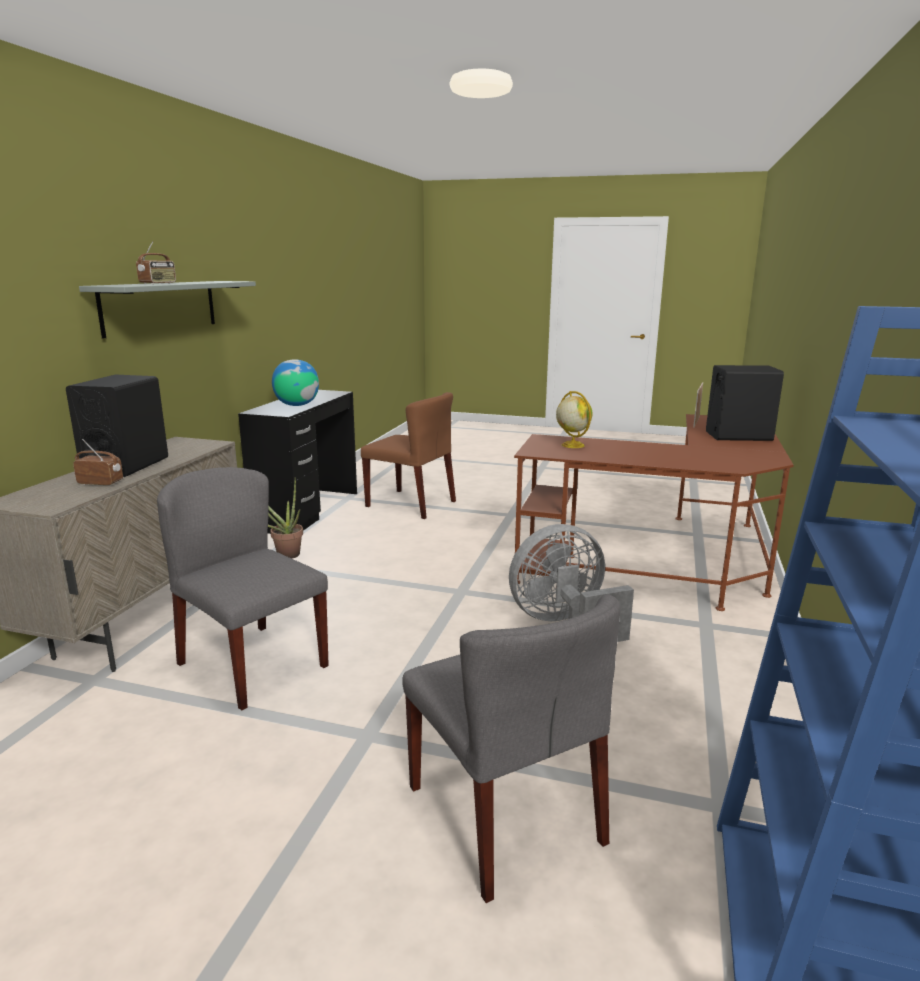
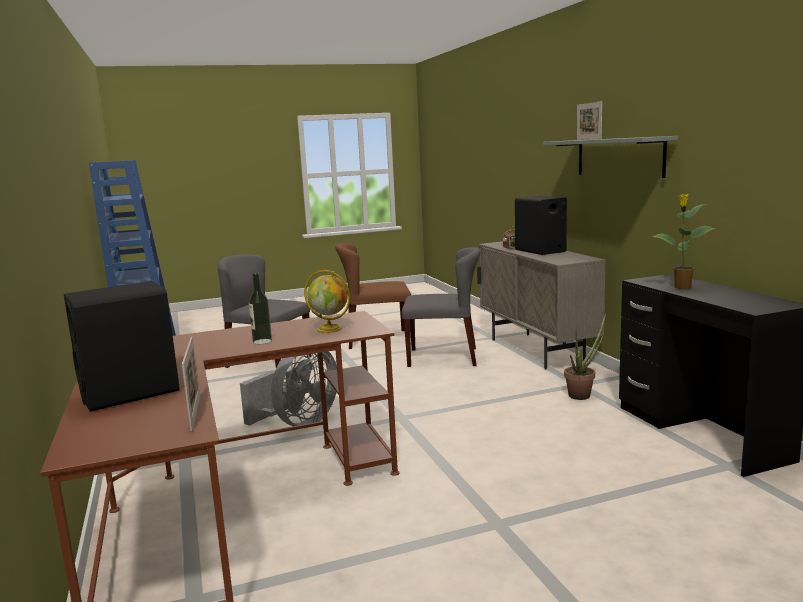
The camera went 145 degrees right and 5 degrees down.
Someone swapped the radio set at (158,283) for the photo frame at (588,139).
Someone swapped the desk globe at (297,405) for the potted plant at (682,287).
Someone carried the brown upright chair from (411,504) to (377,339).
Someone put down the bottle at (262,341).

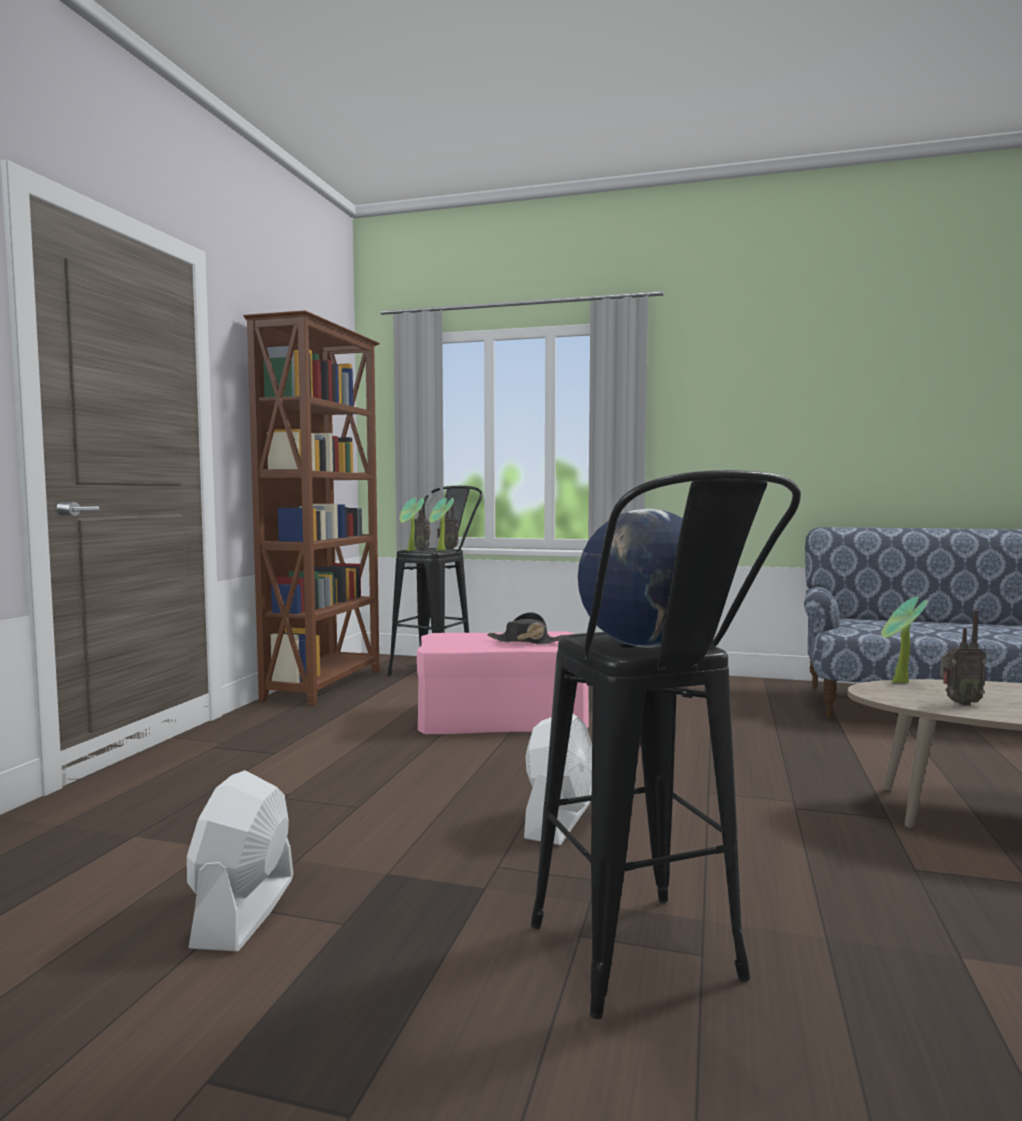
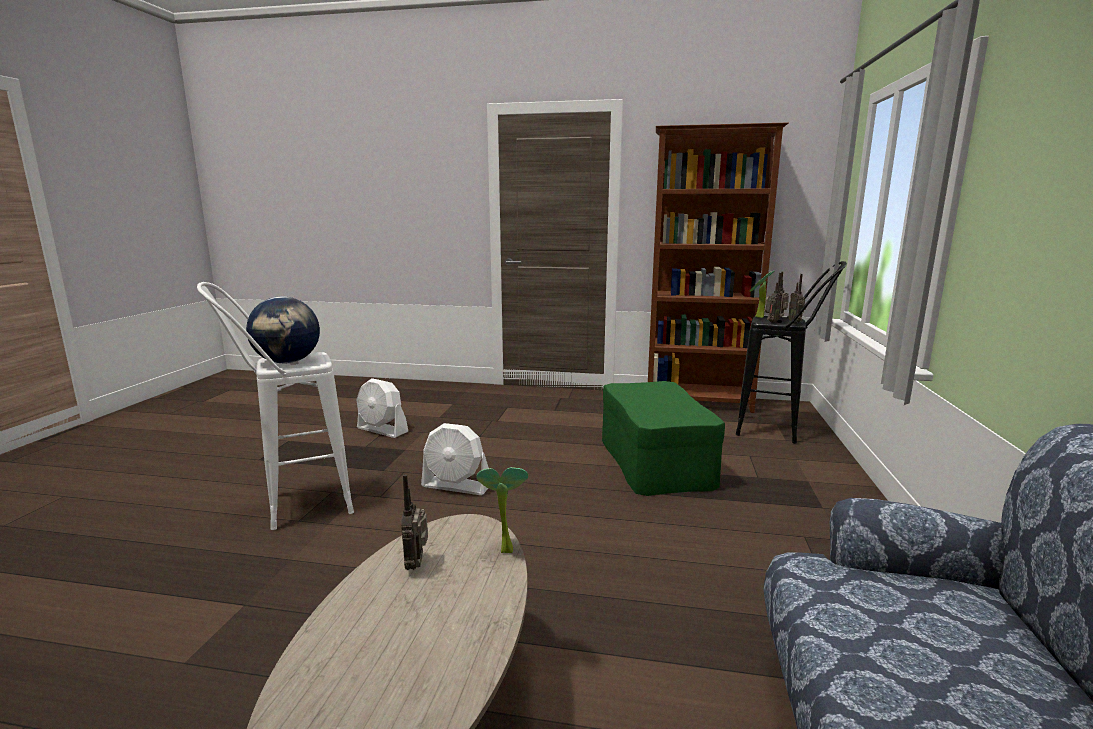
The camera went 85 degrees right and 10 degrees up.
Someone rotated the white fan at (245,911) by 150 degrees counterclockwise.
Someone repainted the pink footrest at (502,717), which became the green-coloured footrest at (655,462).
Someone swapped the potted plant at (440,551) for the radio set at (770,322).
Someone took away the blackish clothing hat at (526,642).
Someone repainted the blackish sitting stool at (651,972), which became the white sitting stool at (293,507).

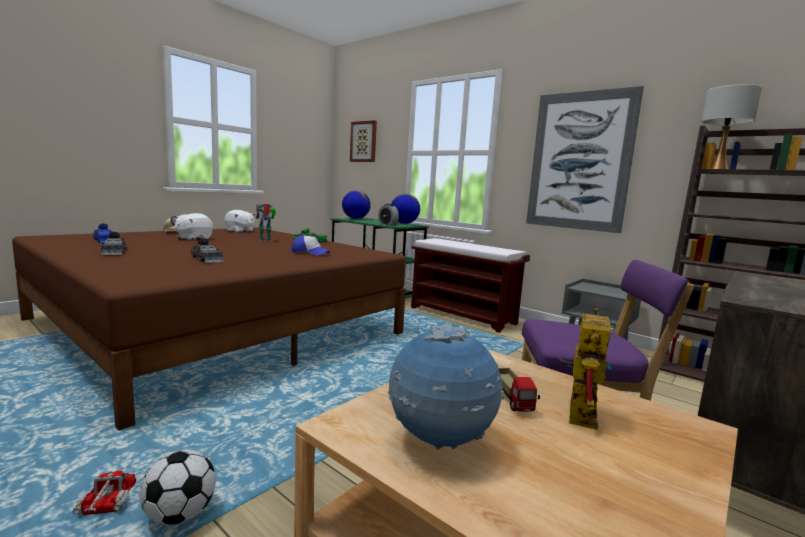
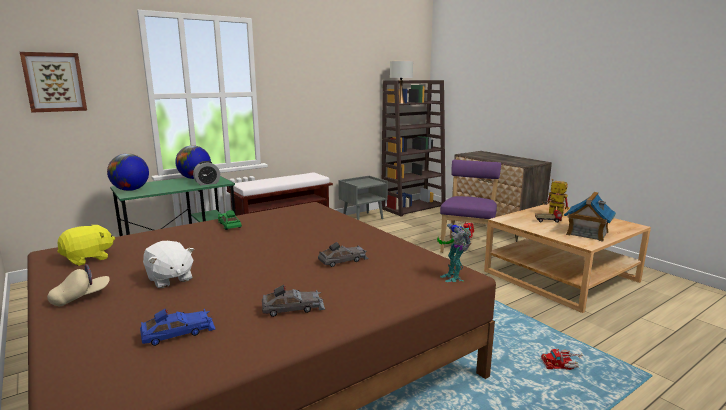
The camera went 75 degrees left and 5 degrees up.
Someone took away the football at (180,515).
Someone repainted the white cuddly toy at (239,231), which became the yellow cuddly toy at (88,259).
Someone carried the robot figure from (266,240) to (453,277).
Someone took away the peaked cap at (310,253).
Someone swapped the desk globe at (440,442) for the toy house at (587,233).
Someone took away the picture at (579,161).

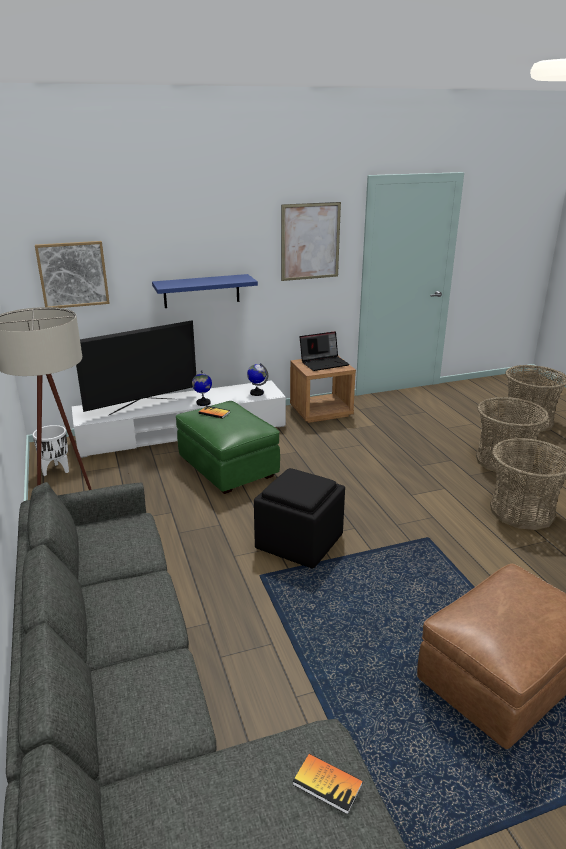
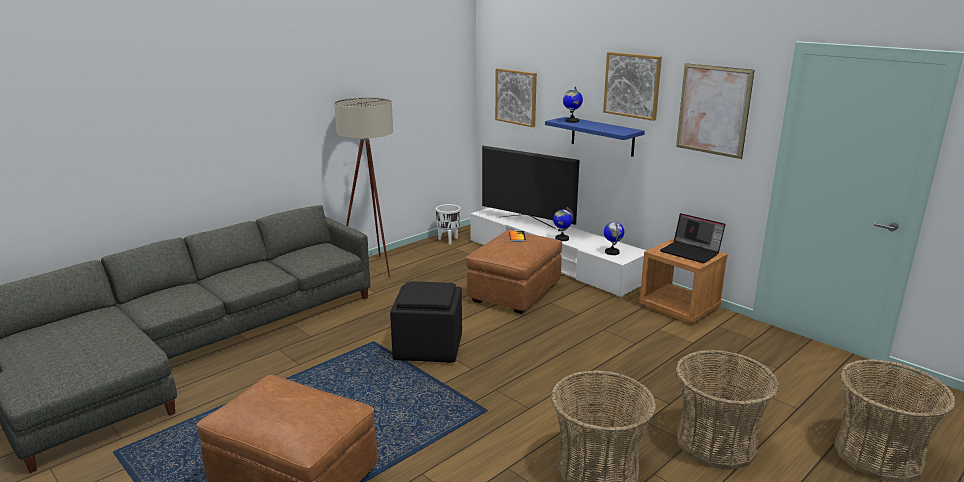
The camera went 65 degrees right and 5 degrees down.
Someone repainted the green-coloured footrest at (228,468), which became the brown footrest at (514,293).
Someone took away the volume at (327,784).
Someone put down the desk globe at (571,121).
Someone put up the picture at (632,85).

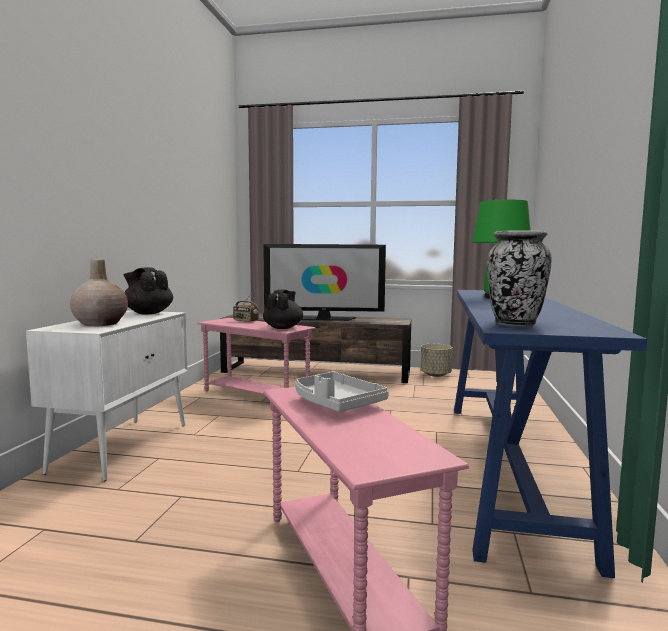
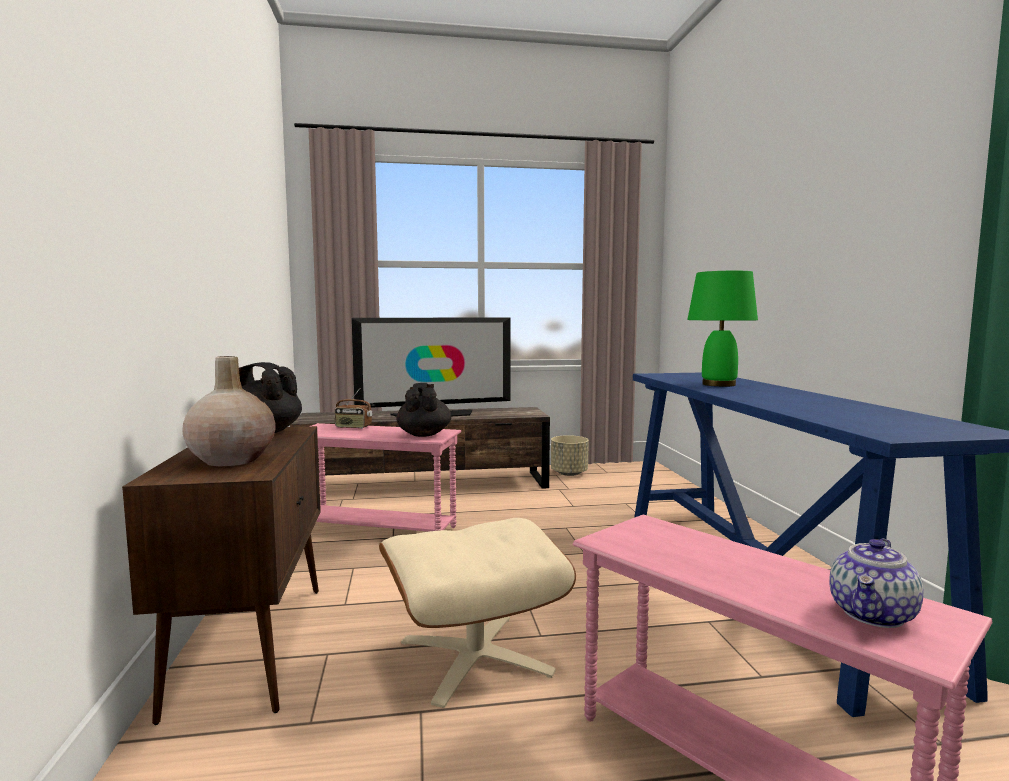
The camera went 20 degrees left and 0 degrees up.
Someone repainted the white cabinet at (123,446), which became the brown cabinet at (251,644).
Someone took away the gray carrying tray at (336,404).
Someone took away the decorative vase at (515,324).
Someone put down the beige-coloured footrest at (475,656).
Someone put down the tea pot at (873,615).

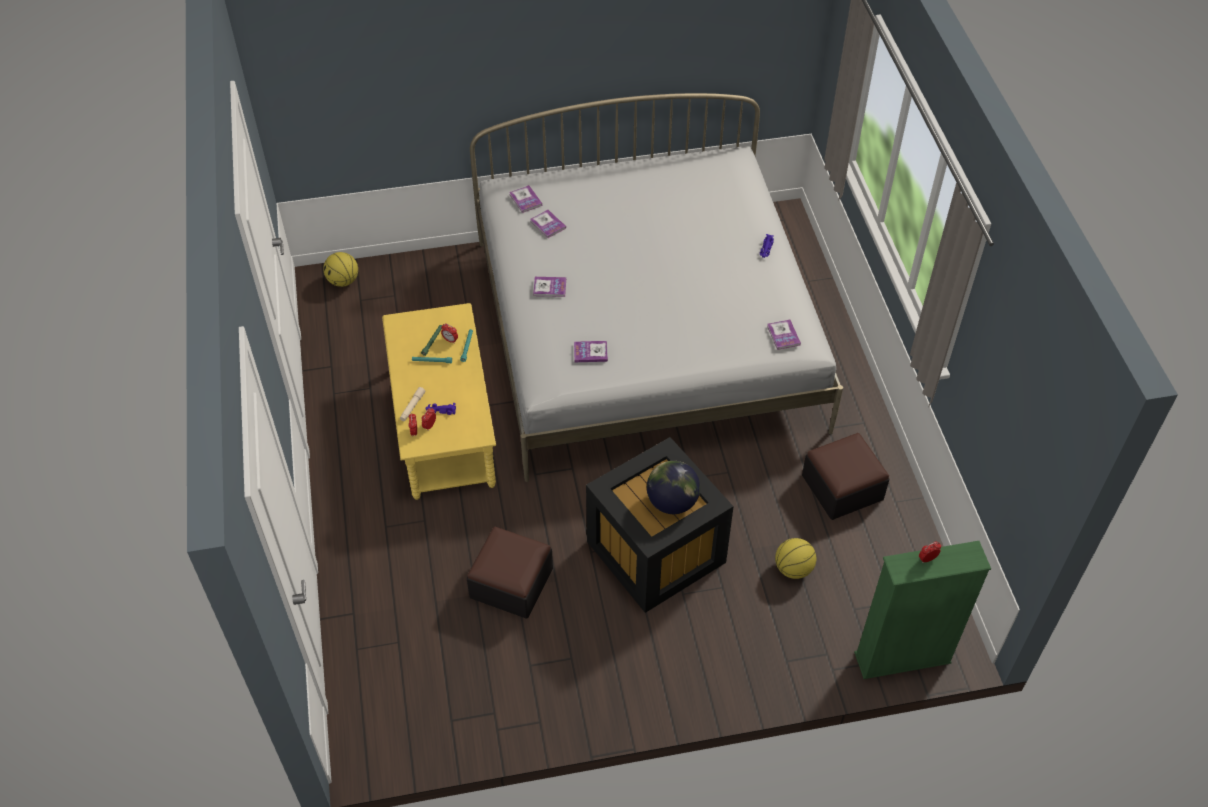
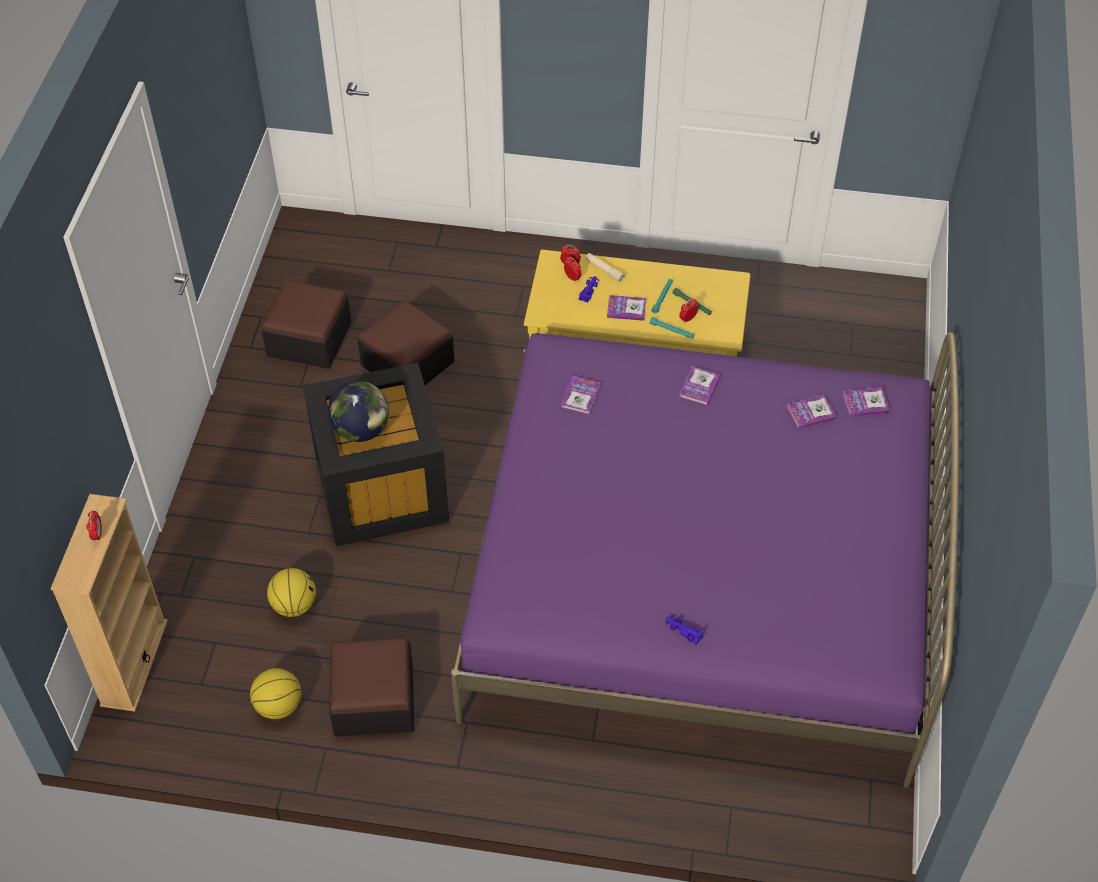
The camera went 110 degrees right and 0 degrees up.
Someone carried the basketball ball from (343,281) to (278,706).
Someone repainted the white bed at (646,333), which became the purplish bed at (701,580).
Someone carried the volume from (783,335) to (626,309).
Someone repainted the green-coloured shelving unit at (902,658), which became the beige-coloured shelving unit at (134,663).
Someone put down the footrest at (309,339).

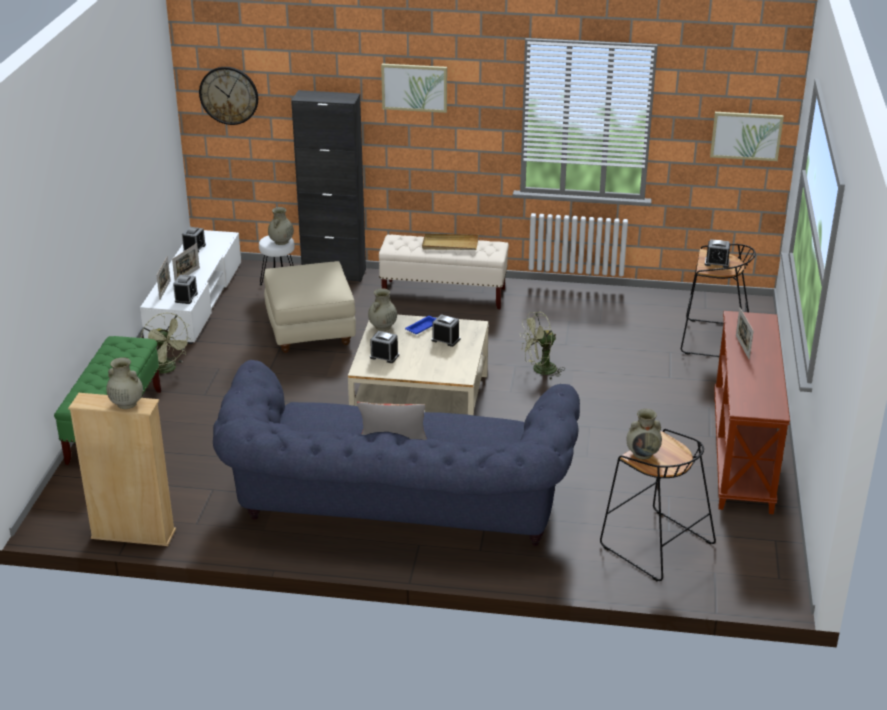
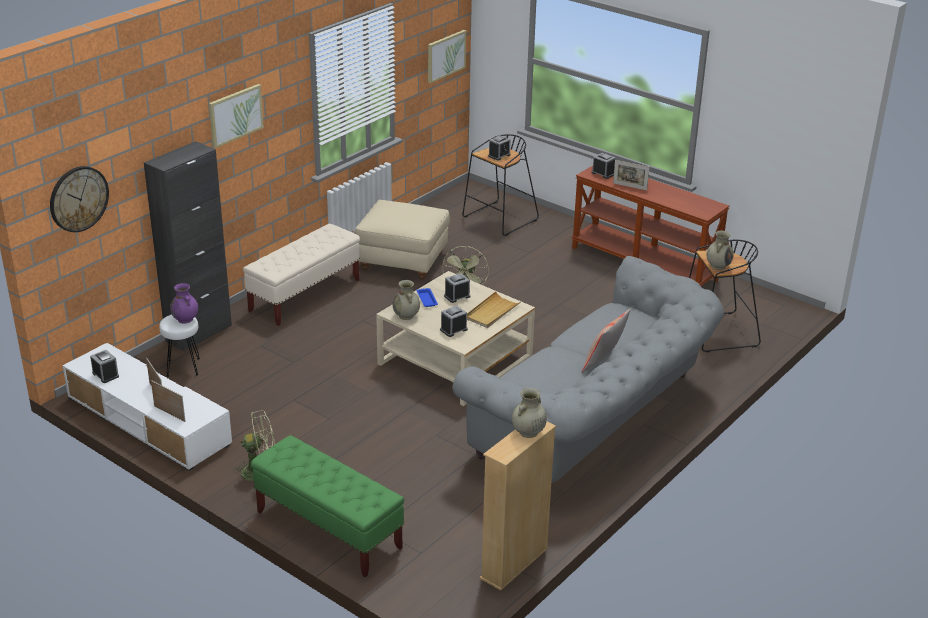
The camera went 60 degrees left and 0 degrees up.
Someone carried the table clock from (186,297) to (603,173).
Someone repainted the blue-coloured couch at (396,513), which became the gray couch at (596,421).
Someone carried the beige-coloured footrest from (311,331) to (403,261).
Someone repainted the beige-coloured decorative vase at (281,242), which became the purplish decorative vase at (185,319).
Someone carried the beige-coloured carrying tray from (450,244) to (492,312).

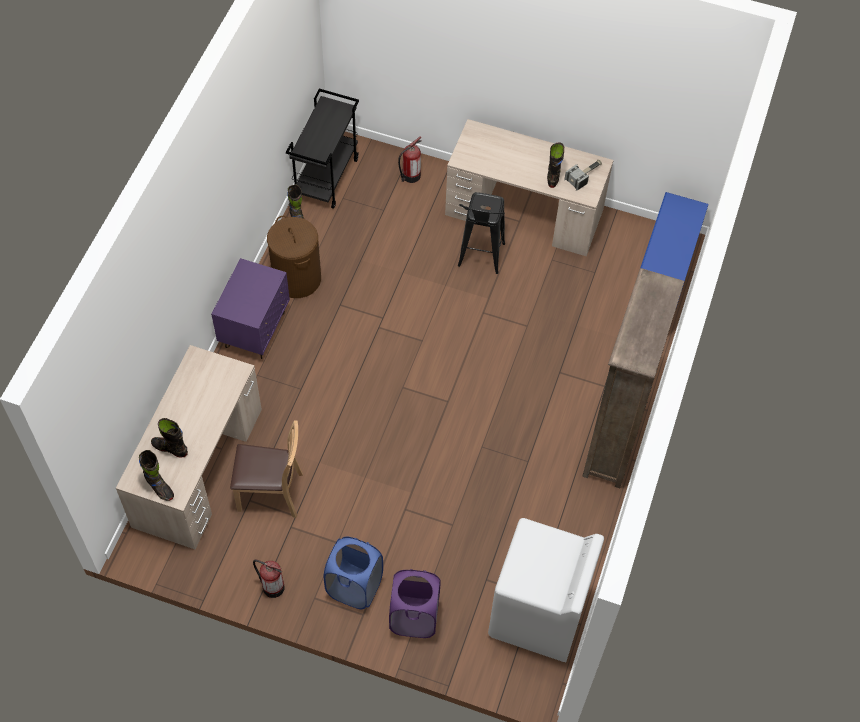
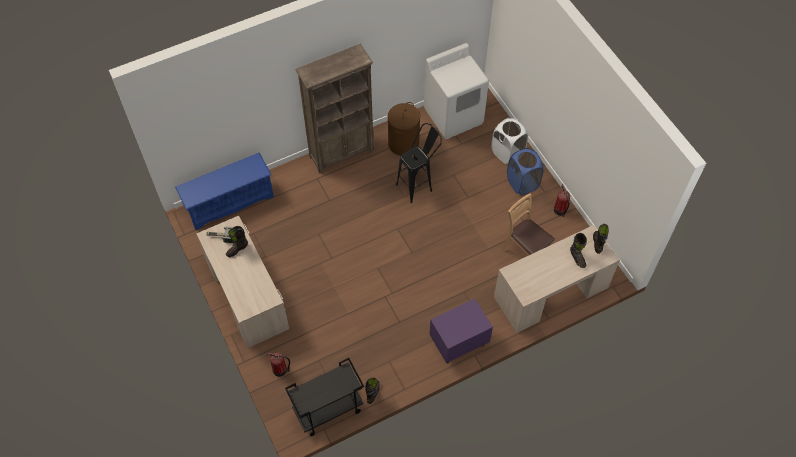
The camera went 135 degrees left and 0 degrees up.
Someone carried the brown laundry basket from (296,279) to (403,144).
Someone repainted the purplish laundry basket at (414,617), which became the white laundry basket at (507,153).
Someone carried the blackish sitting stool from (479,261) to (418,185).

